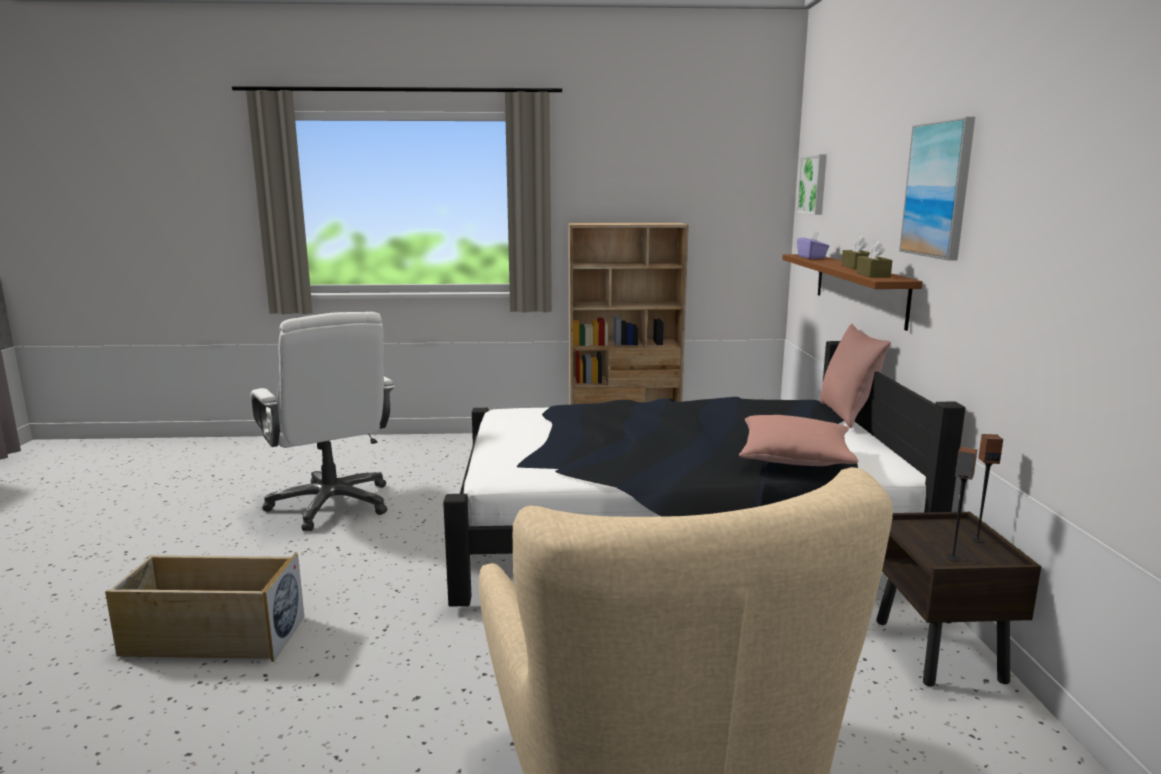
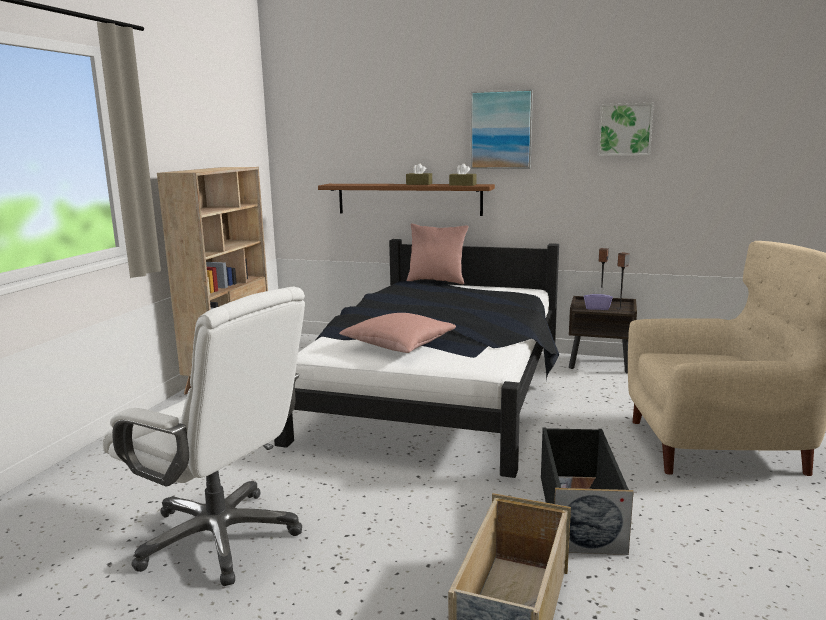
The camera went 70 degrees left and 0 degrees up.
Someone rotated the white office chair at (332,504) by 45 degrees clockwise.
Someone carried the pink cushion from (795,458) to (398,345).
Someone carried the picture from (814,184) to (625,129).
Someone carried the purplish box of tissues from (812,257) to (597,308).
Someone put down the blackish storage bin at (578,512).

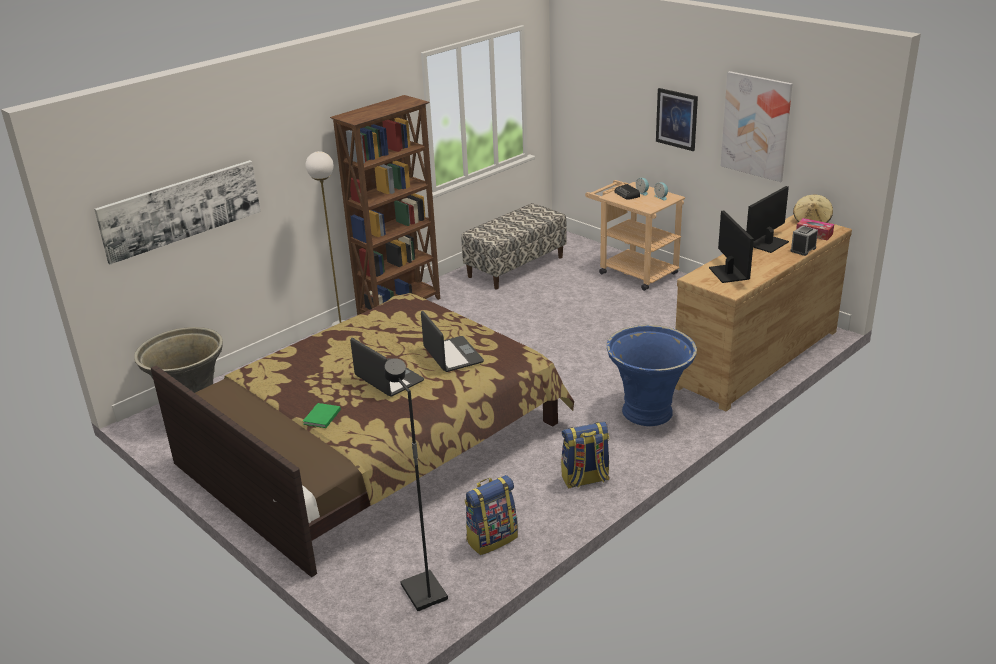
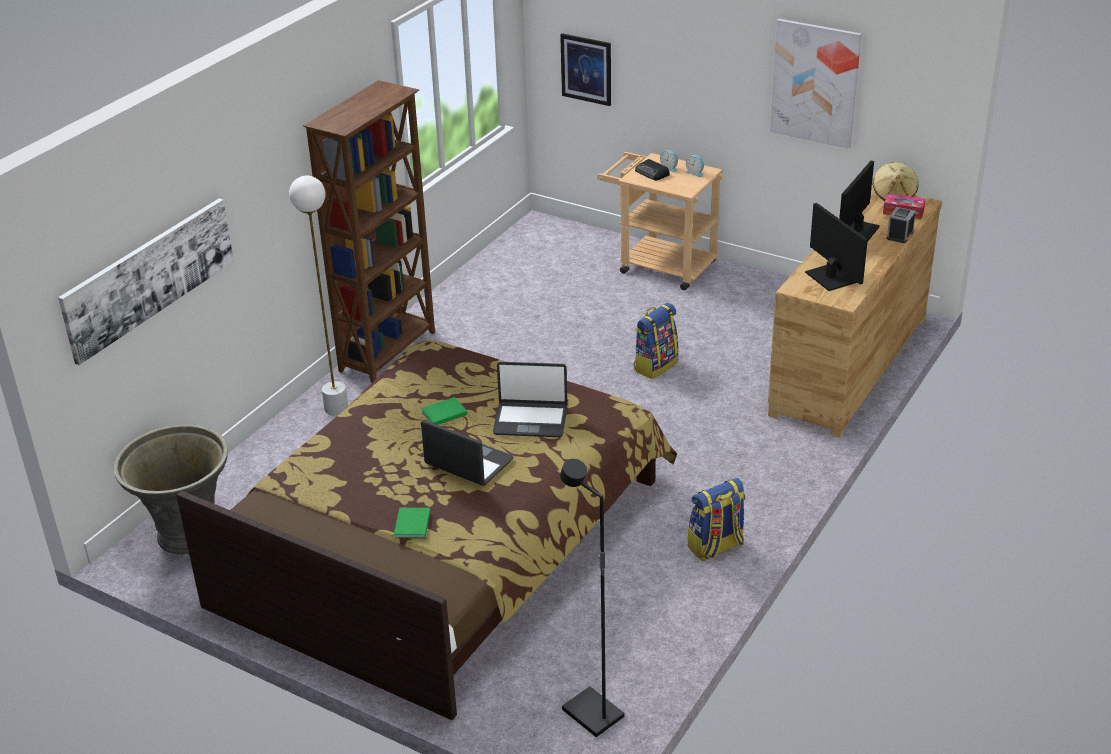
The camera went 15 degrees left and 5 degrees up.
Someone rotated the notebook computer at (452,355) by 135 degrees clockwise.
Someone took away the bench at (515,267).
Someone carried the knapsack from (492,538) to (655,365).
Someone took away the blue-coloured planter at (648,413).
Someone carried the picture from (676,119) to (586,69).
Someone put down the green-coloured volume at (443,413).

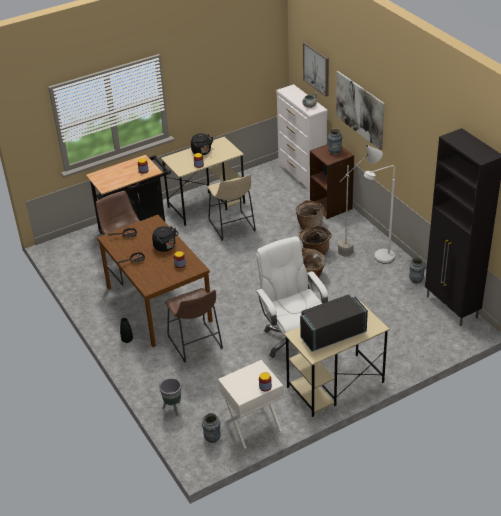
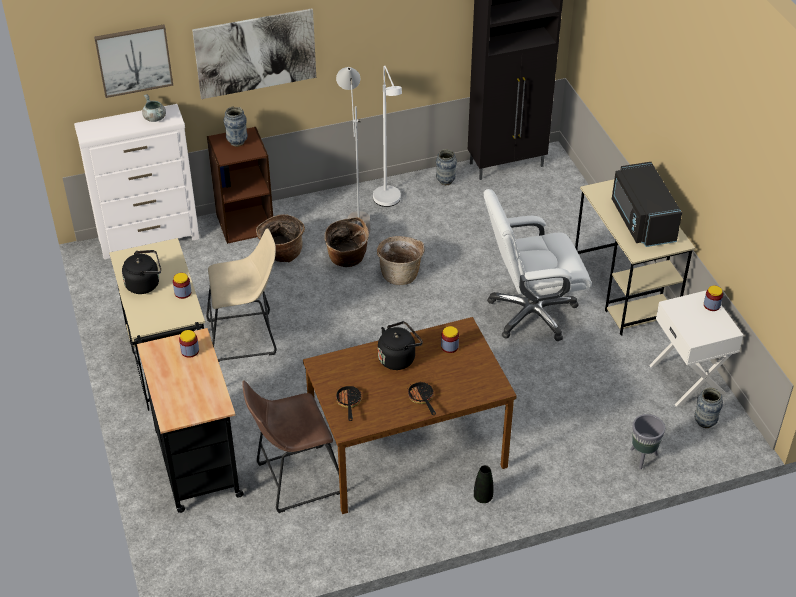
The camera went 80 degrees left and 5 degrees up.
Someone took away the brown sitting stool at (196,345).

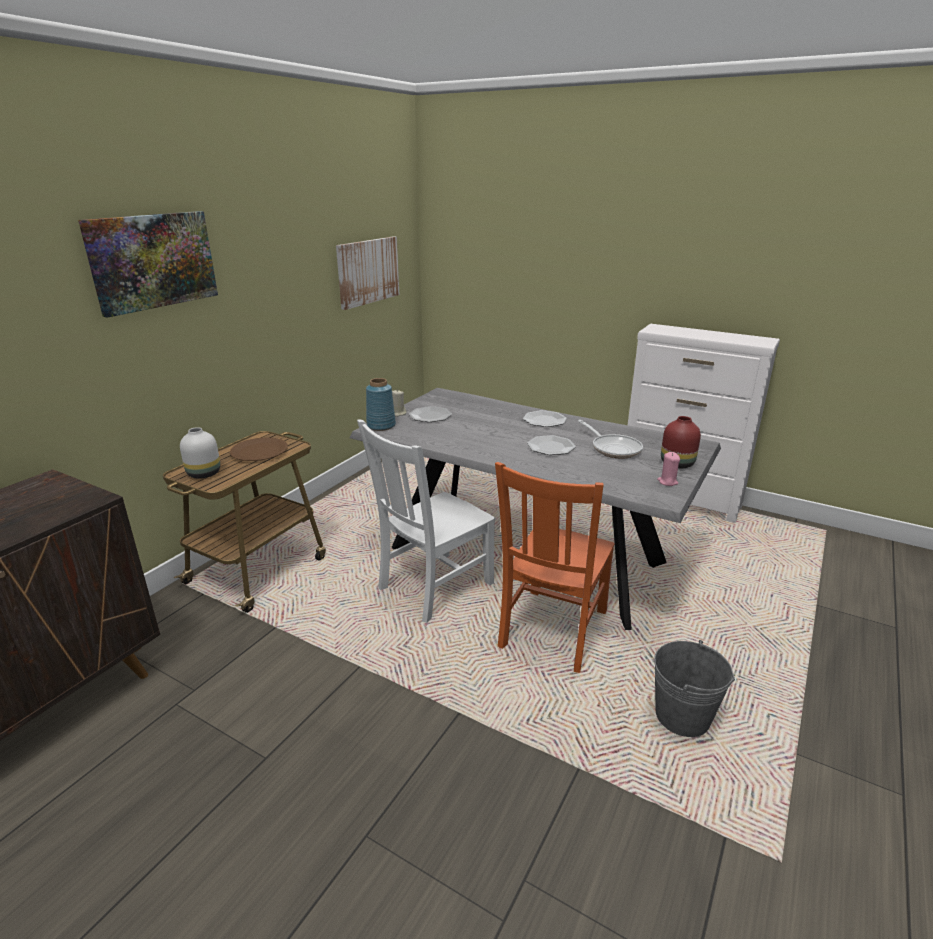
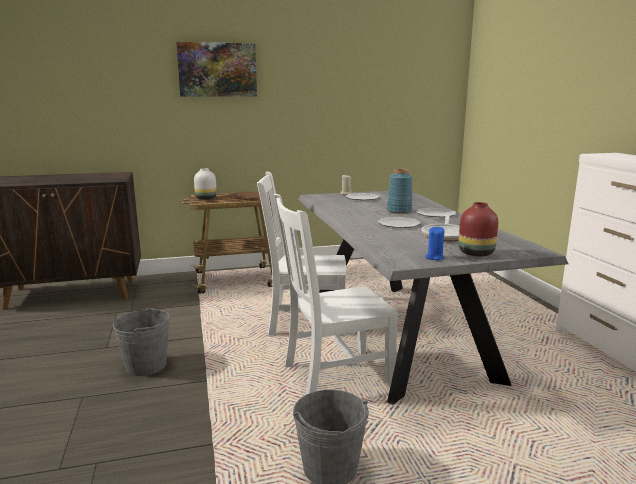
The camera went 45 degrees right and 10 degrees down.
Someone took away the picture at (367,271).
Someone carried the blue-coloured decorative vase from (381,426) to (399,211).
Someone repainted the orange upright chair at (552,631), which became the white upright chair at (333,376).
Someone repainted the pink wax candle at (667,482), which became the blue-coloured wax candle at (434,257).
Someone put down the gray water bucket at (146,365).

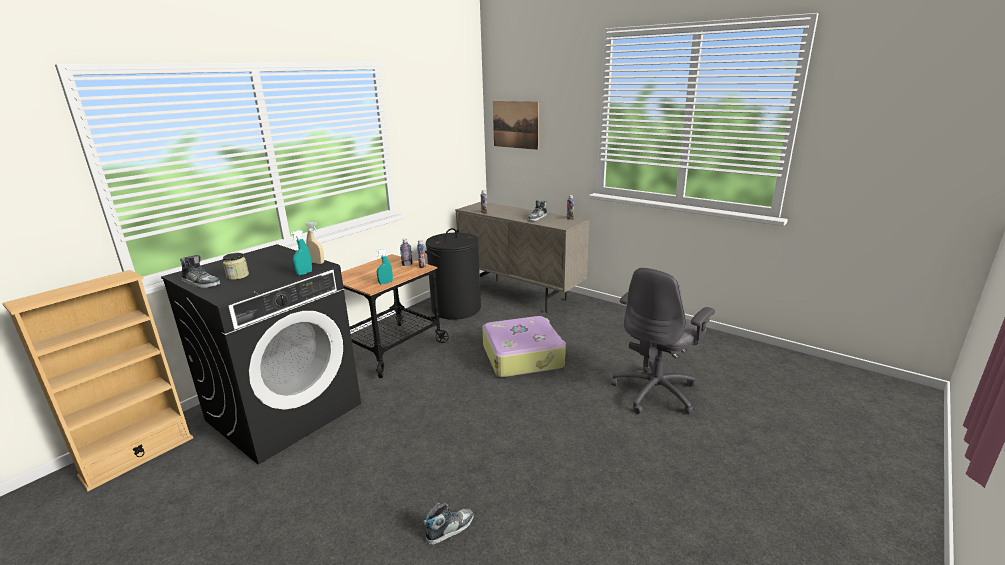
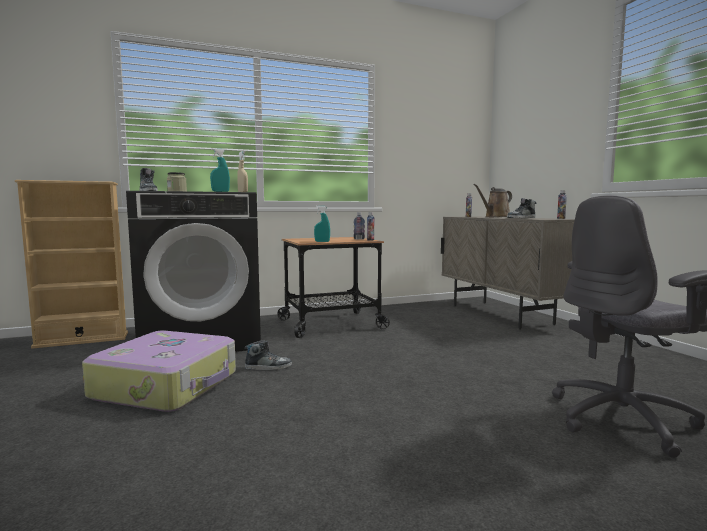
The camera went 30 degrees right and 15 degrees down.
Someone carried the low shoe from (450,528) to (268,367).
Someone took away the blackish laundry basket at (456,308).
Someone carried the piece of luggage from (523,356) to (168,385).
Someone took away the picture at (515,124).
Someone put down the brown watering pot at (495,217).

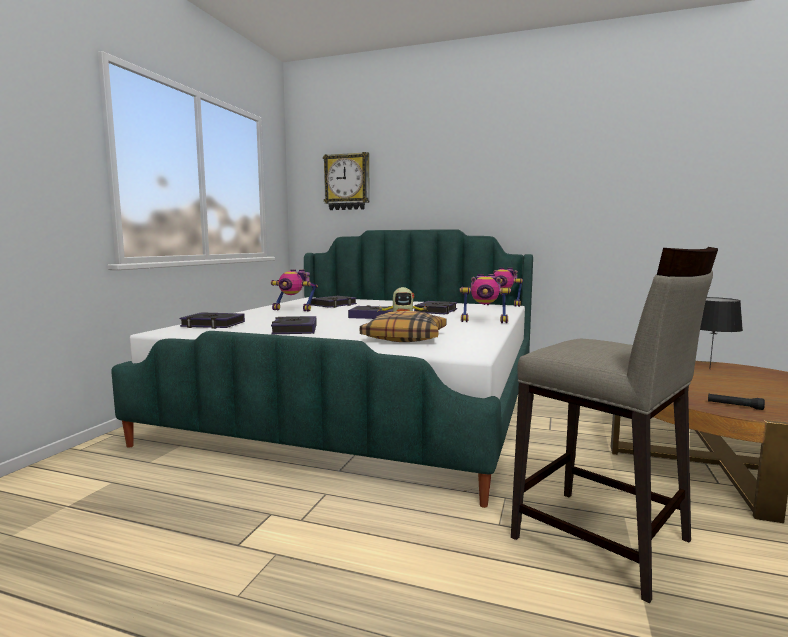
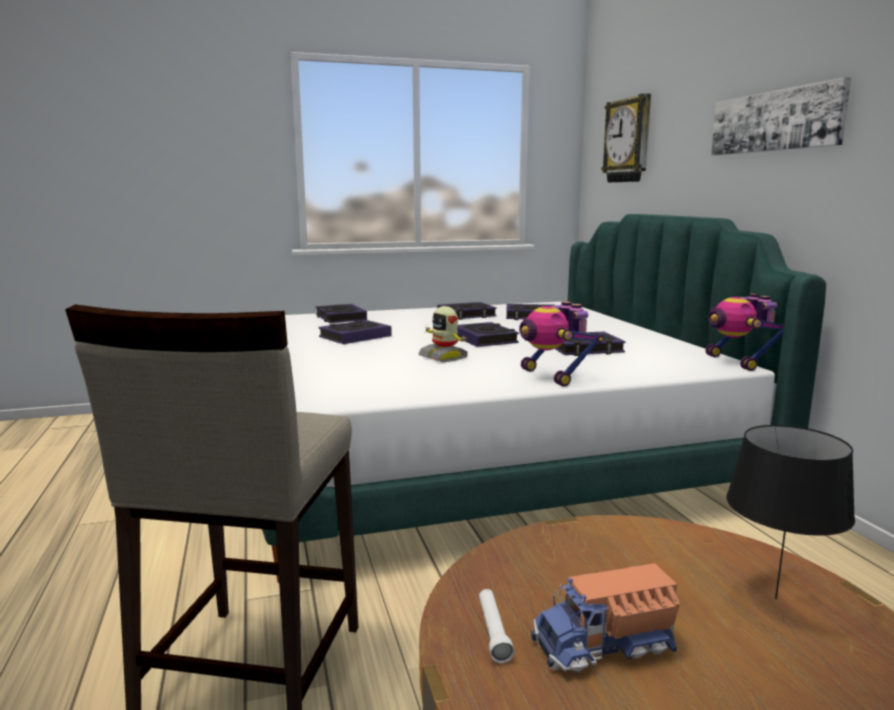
The camera went 55 degrees right and 5 degrees up.
Someone swapped the robot figure at (294,310) for the volume at (466,315).
Someone took away the cushion at (405,337).
Someone repainted the blackish hand torch at (734,406), which became the white hand torch at (493,632).
Someone put down the toy truck at (605,644).
Someone put up the picture at (775,121).

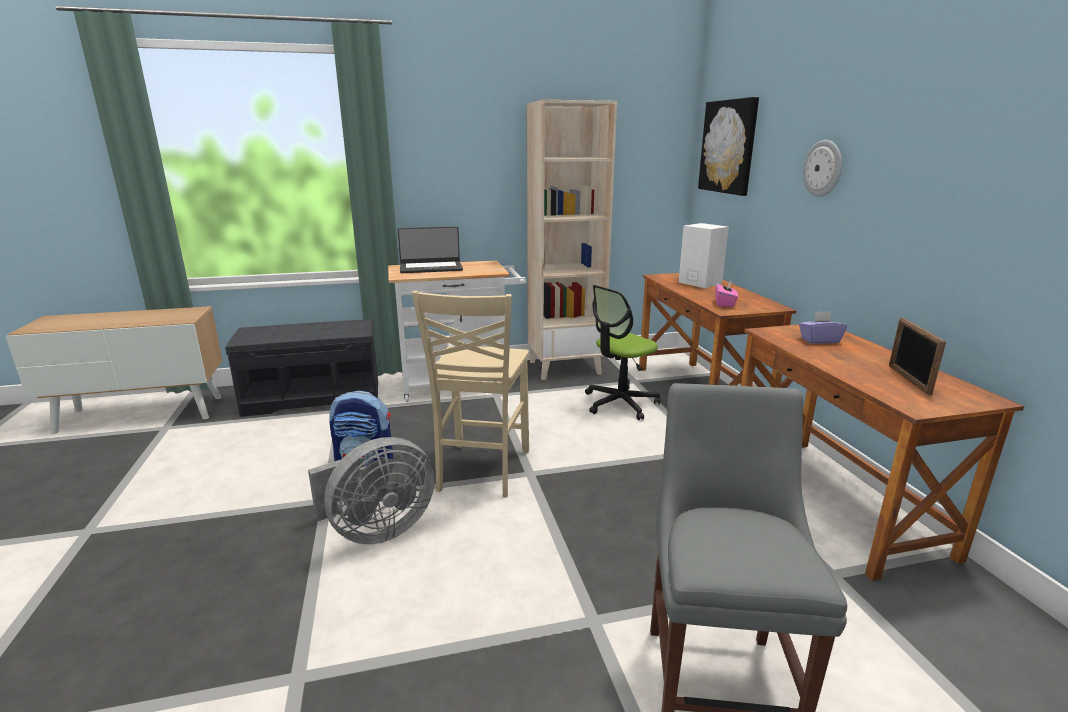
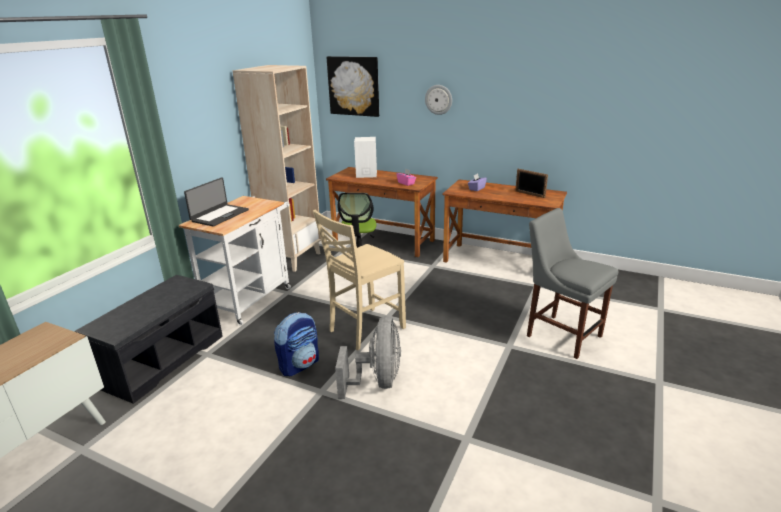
The camera went 50 degrees left and 5 degrees up.
Someone rotated the beige-coloured upright chair at (481,471) by 90 degrees clockwise.

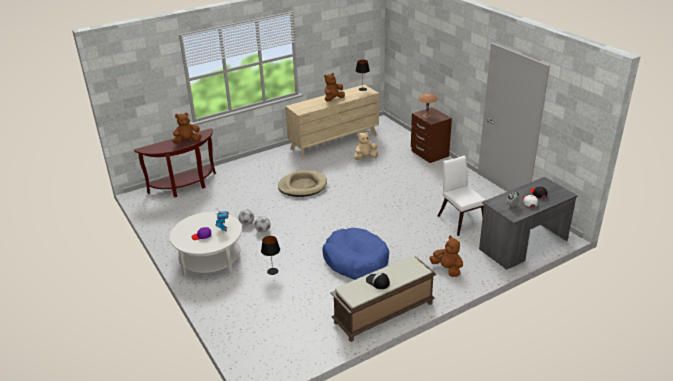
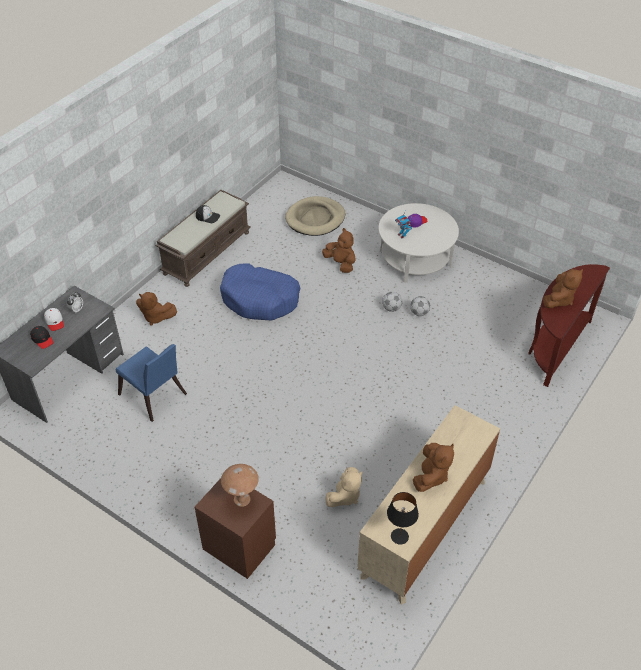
The camera went 155 degrees right and 15 degrees up.
Someone swapped the blackish table lamp at (272,271) for the brown cuddly toy at (340,263).
Someone carried the beige-coloured dog cushion from (302,186) to (315,218).
Someone repainted the white upright chair at (460,219), which became the blue-coloured upright chair at (154,397).

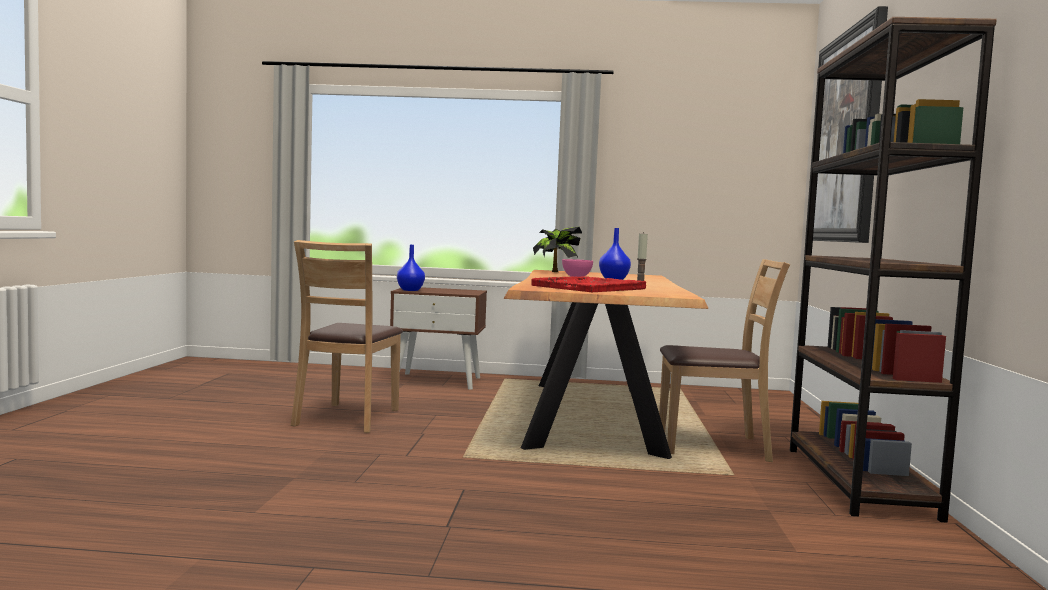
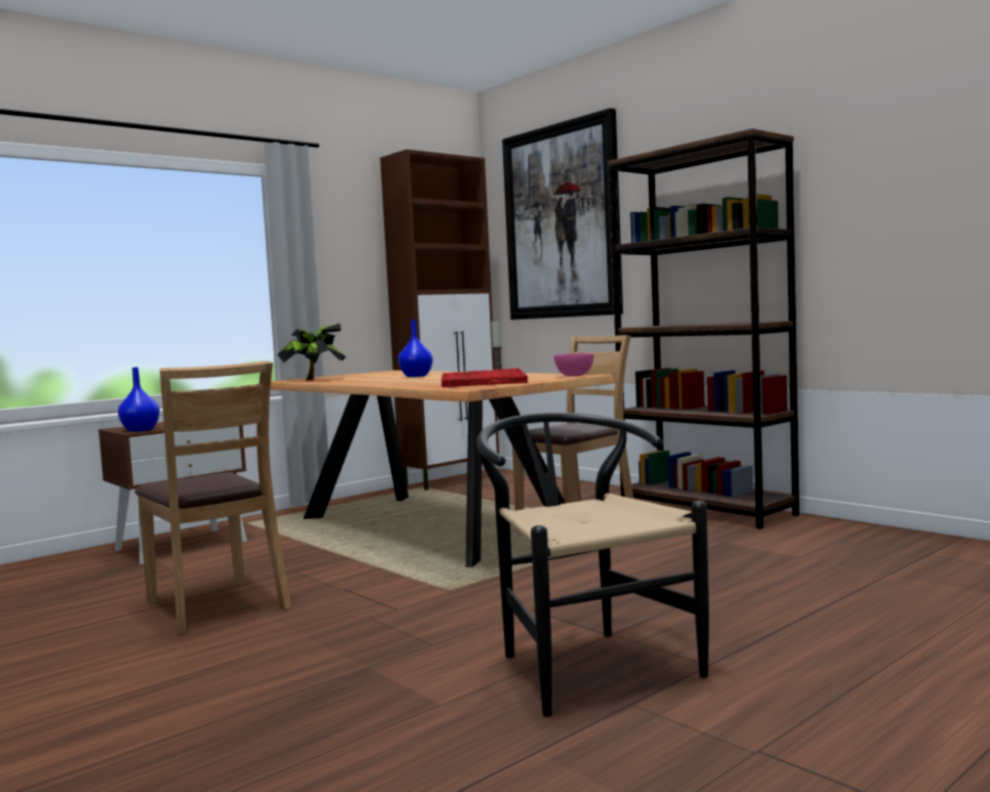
The camera went 45 degrees left and 0 degrees up.
Someone carried the pink bowl from (576,276) to (574,376).
Someone put down the brown cabinet at (452,481).
Someone put down the blackish upright chair at (584,663).

